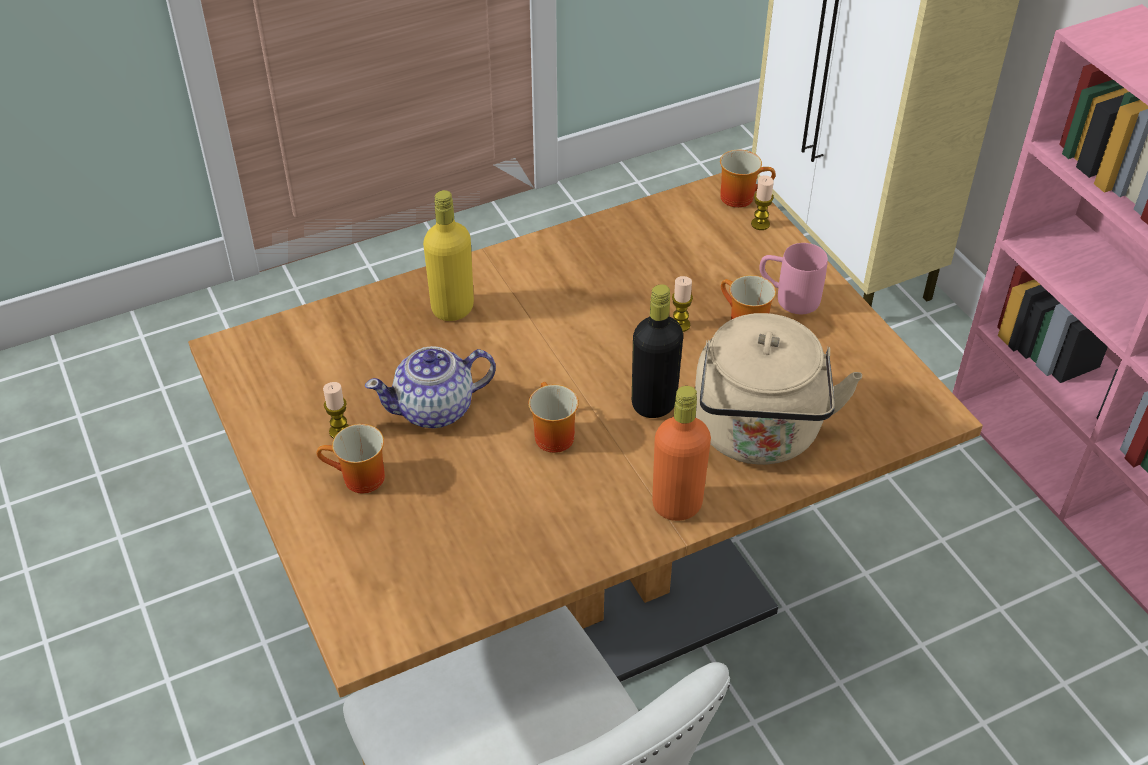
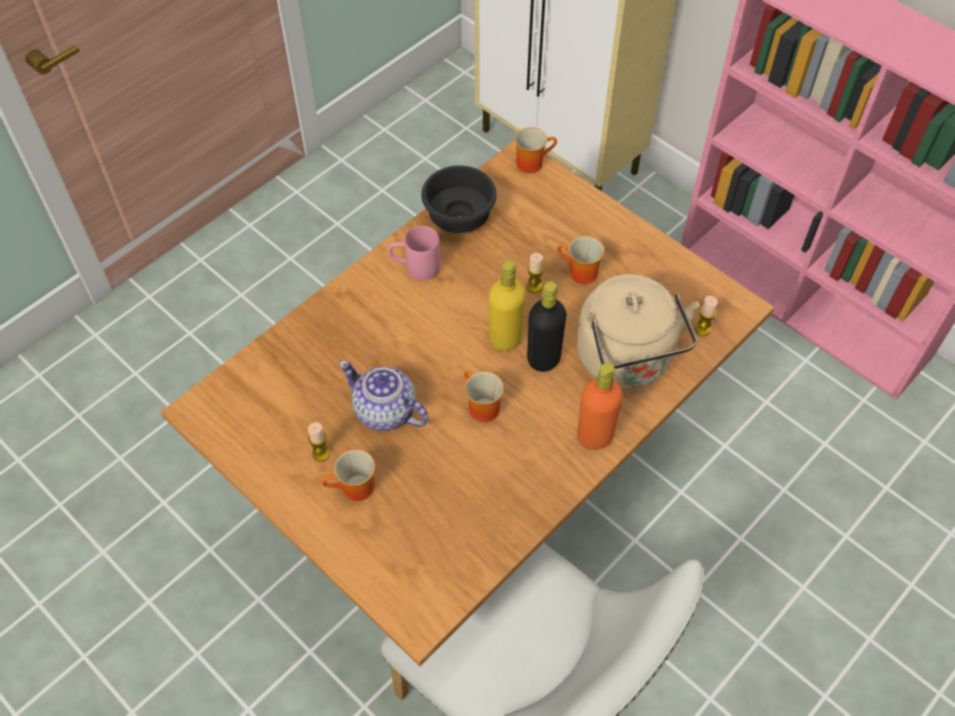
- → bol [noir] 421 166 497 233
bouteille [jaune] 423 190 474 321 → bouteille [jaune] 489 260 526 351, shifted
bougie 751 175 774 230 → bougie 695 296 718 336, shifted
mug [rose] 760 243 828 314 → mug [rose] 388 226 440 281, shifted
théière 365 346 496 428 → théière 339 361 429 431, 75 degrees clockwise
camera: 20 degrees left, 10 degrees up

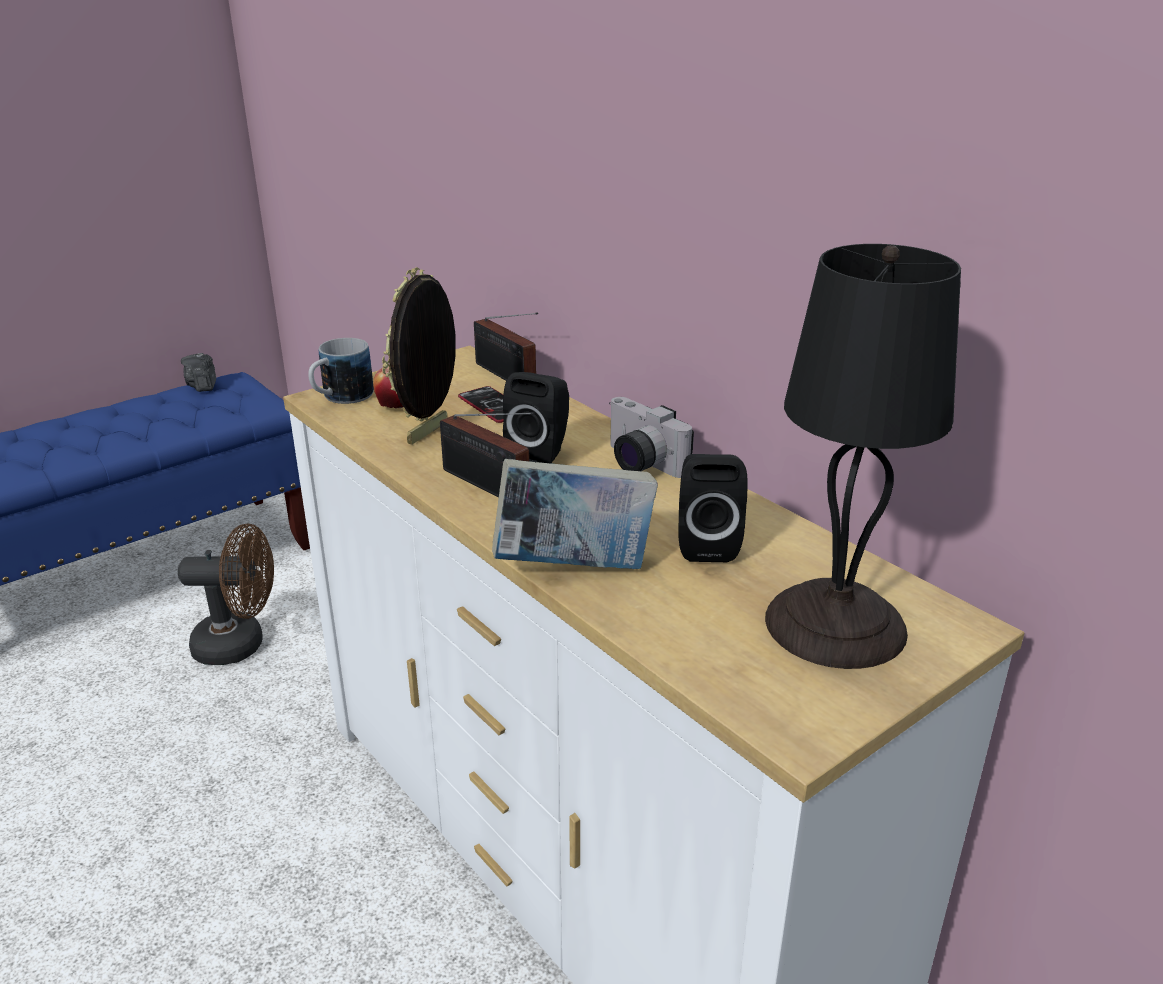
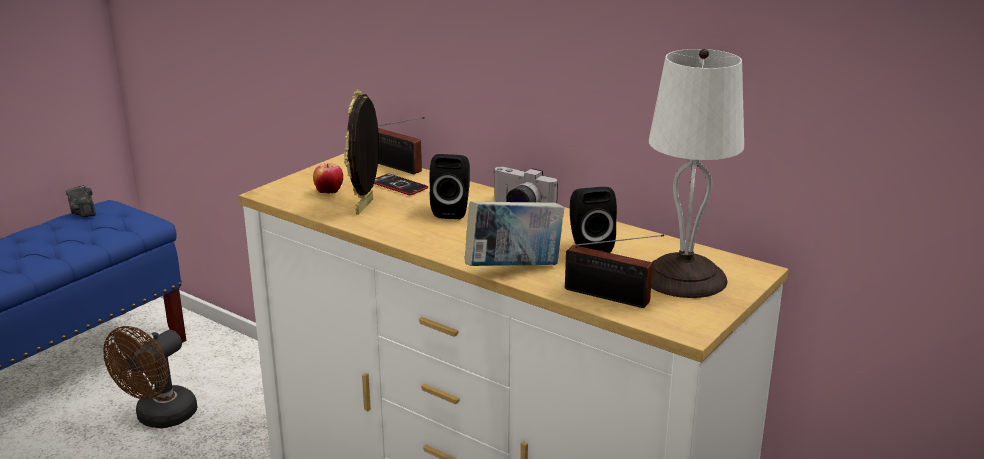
mug 308 338 374 404 → -
radio 440 412 535 497 → radio 565 235 664 308, shifted
lampe de table [noir] 765 244 961 669 → lampe de table [blanc] 649 49 744 298
ventilateur [marron] 178 524 274 665 → ventilateur [marron] 103 326 198 428, 135 degrees clockwise
camera: 15 degrees left, 5 degrees down

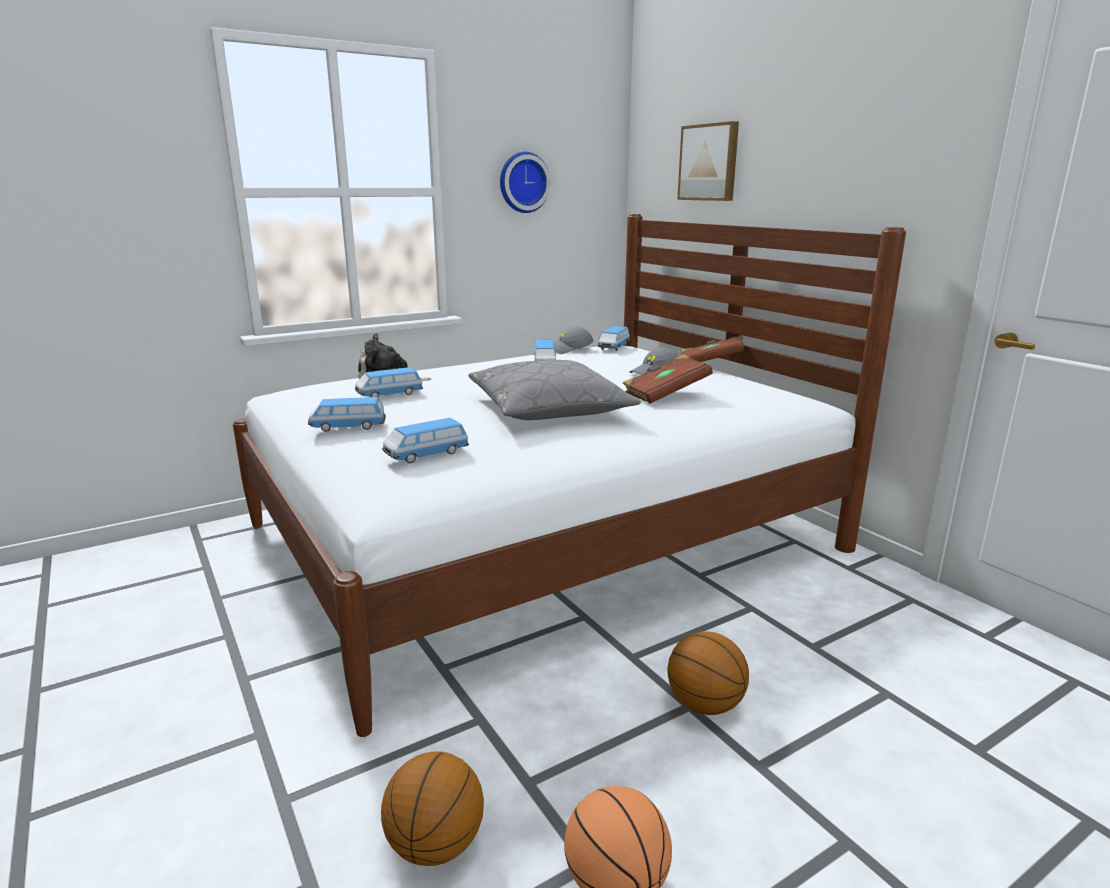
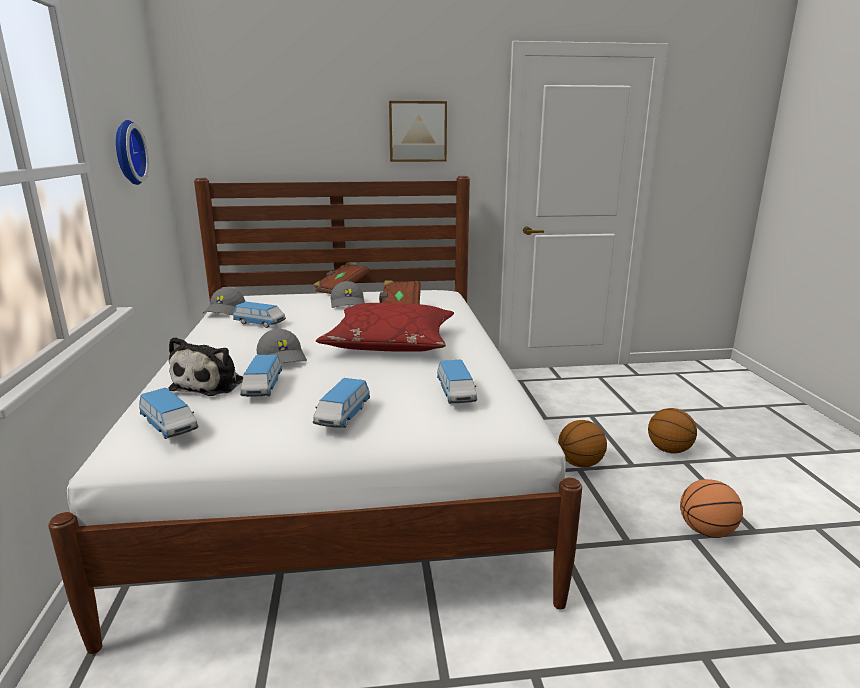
- → casquette [gris] 256 329 307 364
ballon de basket 381 751 484 866 → ballon de basket 648 408 697 454, shifted
petite voiture 598 326 630 351 → petite voiture 139 388 199 439, shifted
tableau 677 121 739 201 → tableau 389 101 447 162, shifted
coussin [gris] 468 360 641 420 → coussin [rouge] 316 303 454 352
camera: 65 degrees left, 0 degrees up

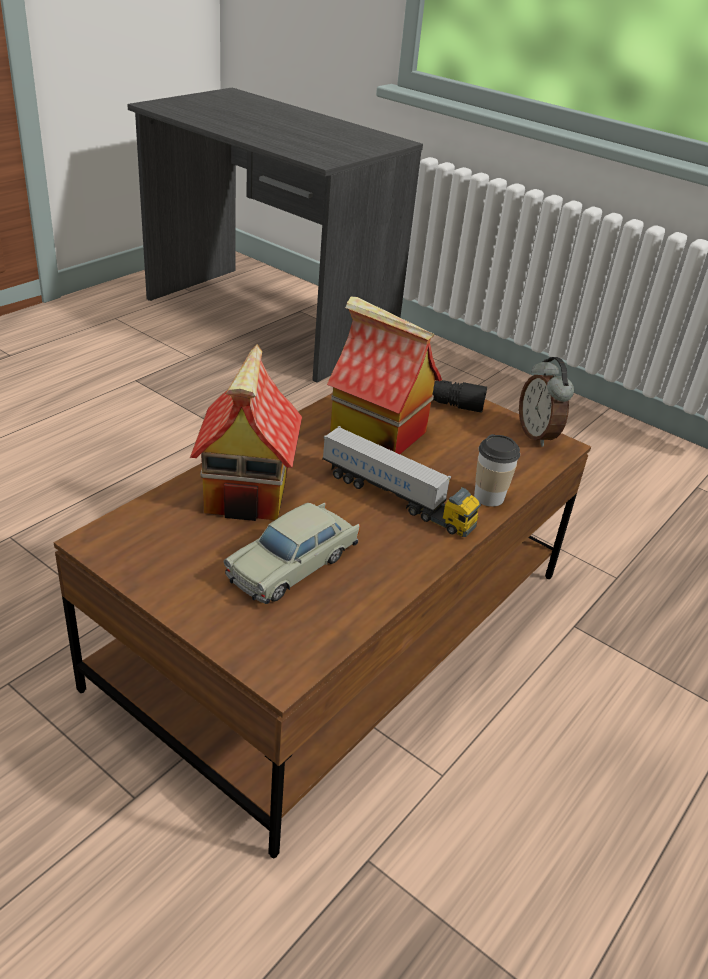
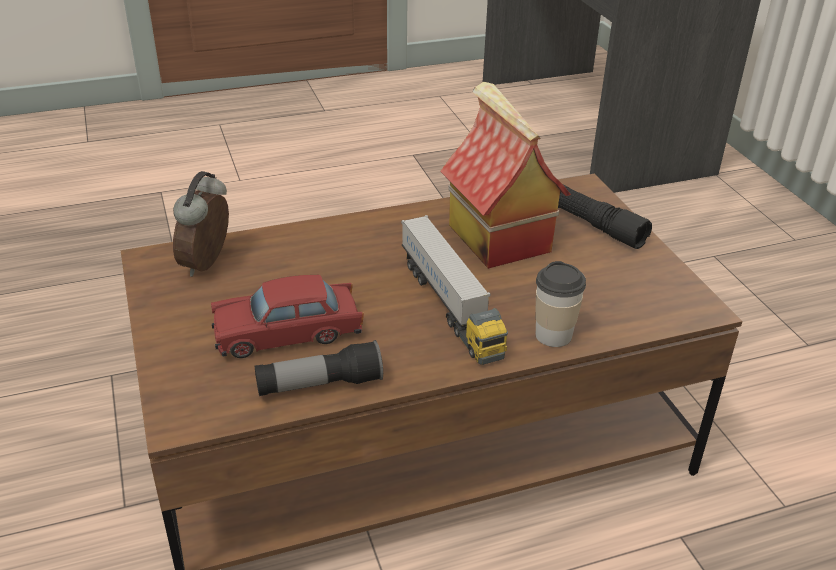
maison miniature 190 344 302 521 → -
- → lampe de poche 255 340 383 396
réveil 519 357 574 447 → réveil 173 171 229 277, shifted
petite voiture [beige] 224 503 360 604 → petite voiture [rouge] 211 275 364 358
camera: 35 degrees right, 0 degrees up

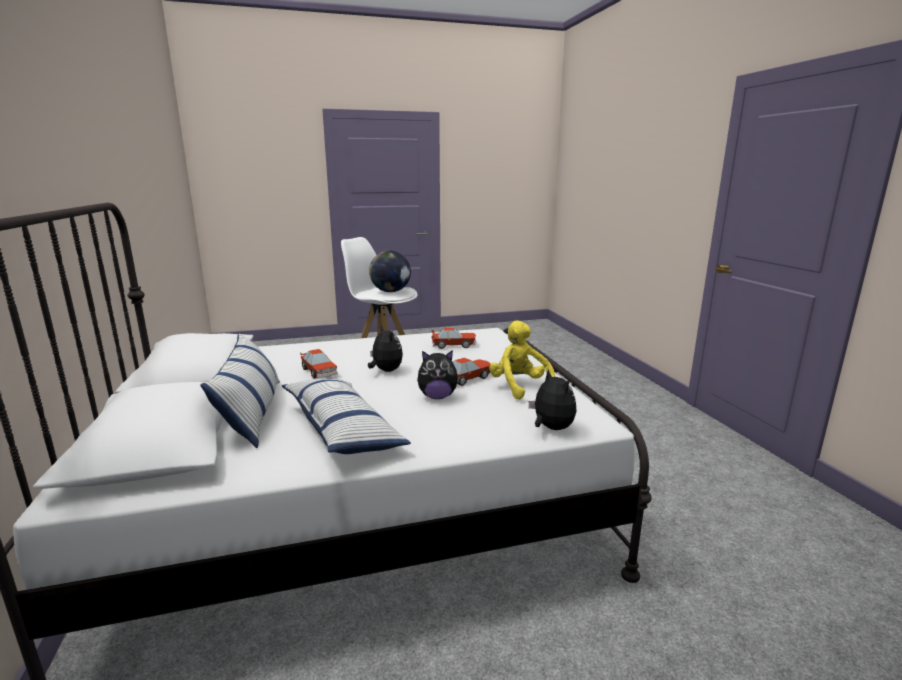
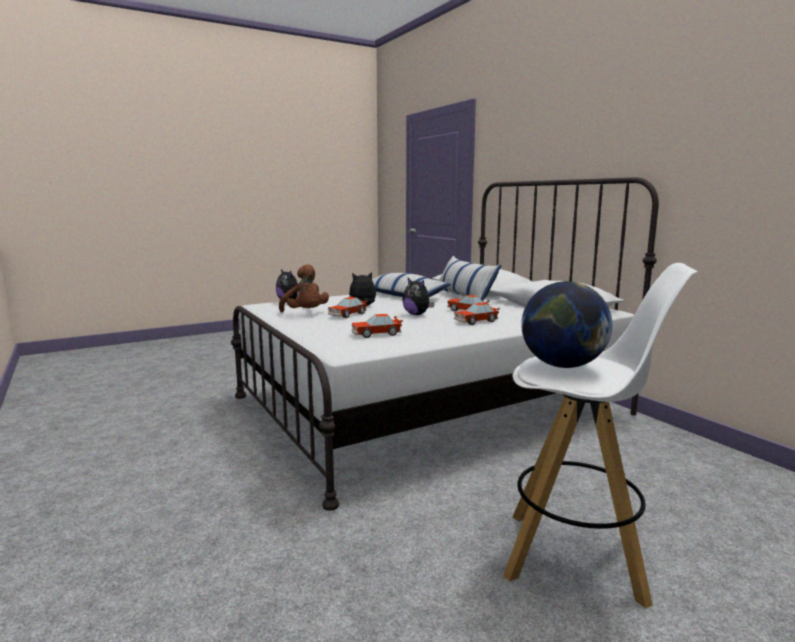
- → petite voiture 454 303 500 325
peluche [jaune] 489 320 556 400 → peluche [marron] 279 264 329 312
camera: 165 degrees right, 5 degrees down

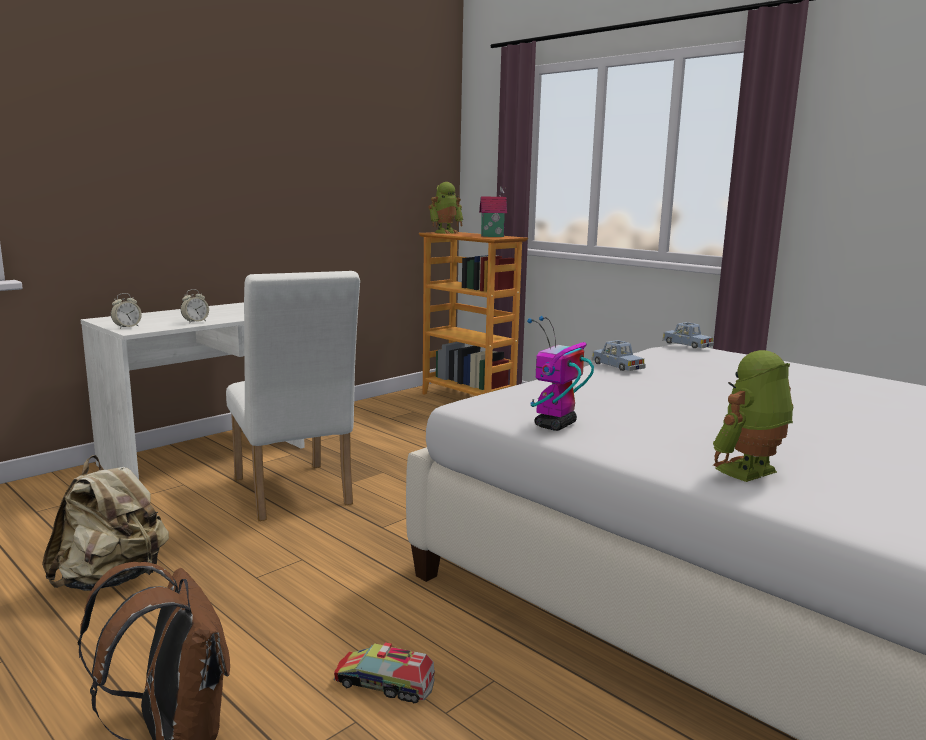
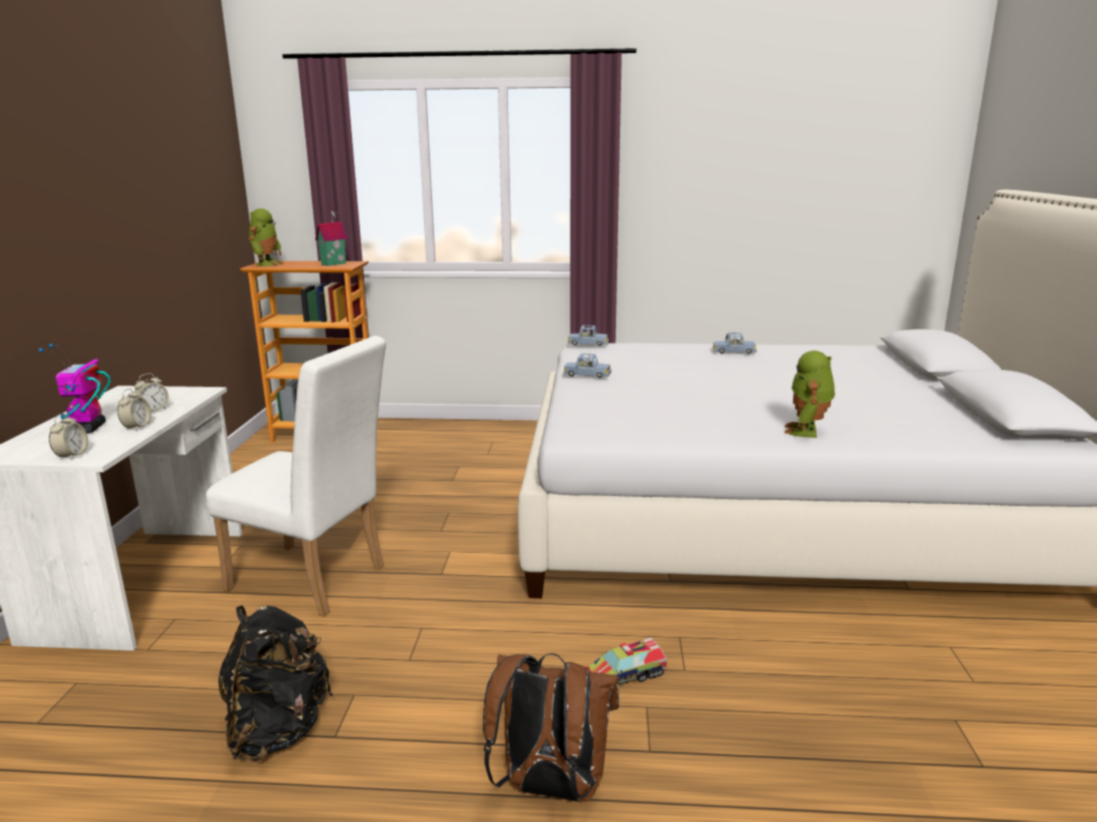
- → réveil 134 373 169 411
- → petite voiture [bleu] 713 332 757 354
robot jouet 527 316 594 431 → robot jouet 39 344 111 433, shifted
sac à dos [beige] 42 455 169 591 → sac à dos [noir] 218 605 332 762
camera: 40 degrees left, 5 degrees up

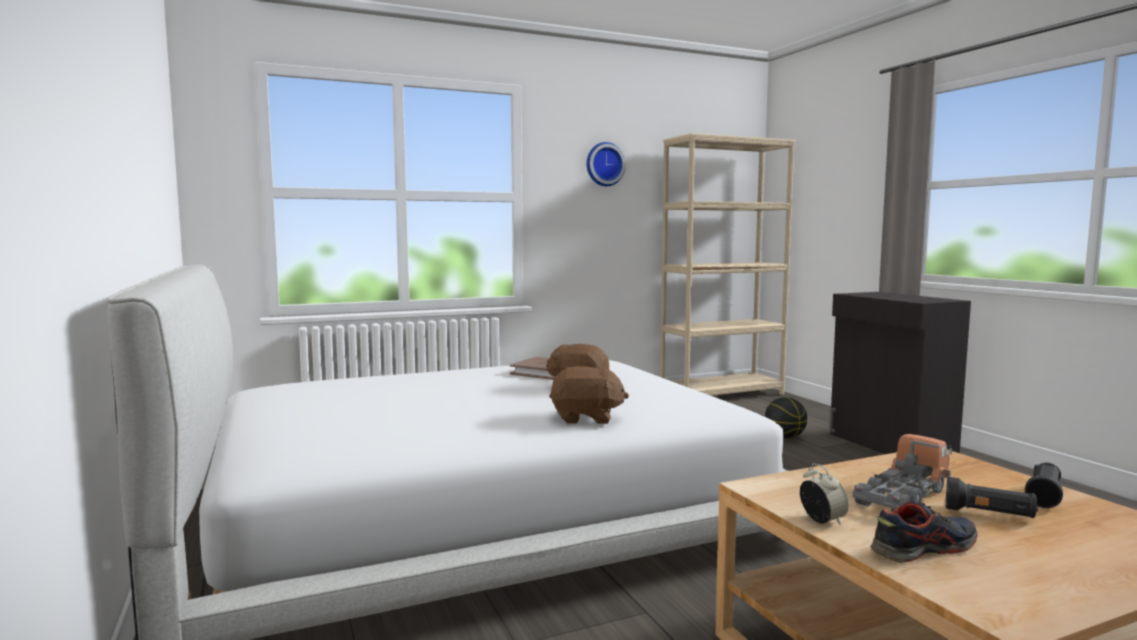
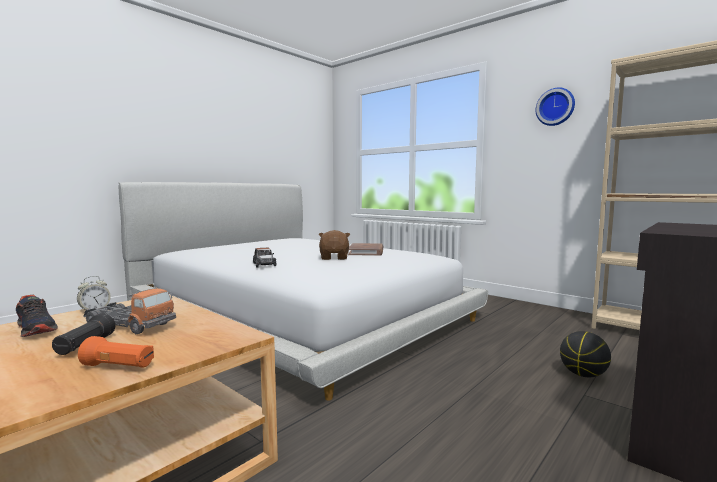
peluche [marron] 549 366 629 424 → petite voiture 253 248 276 268
lampe de poche [noir] 1025 462 1063 508 → lampe de poche [orange] 78 336 154 368
camera: 65 degrees right, 0 degrees up

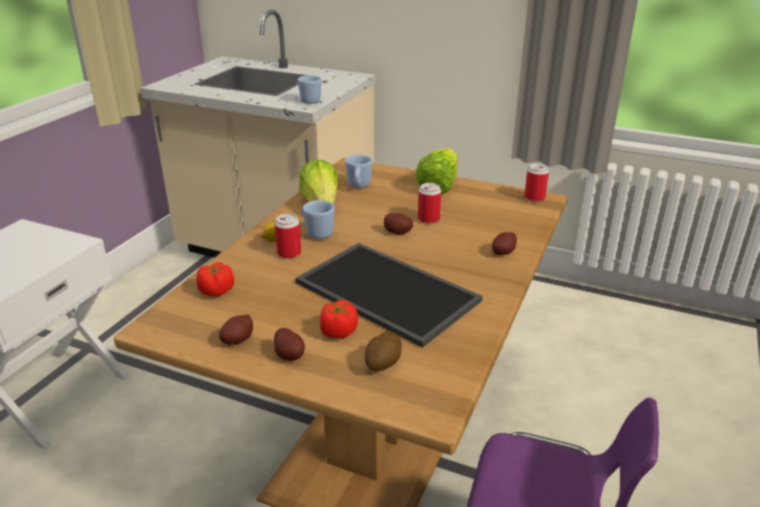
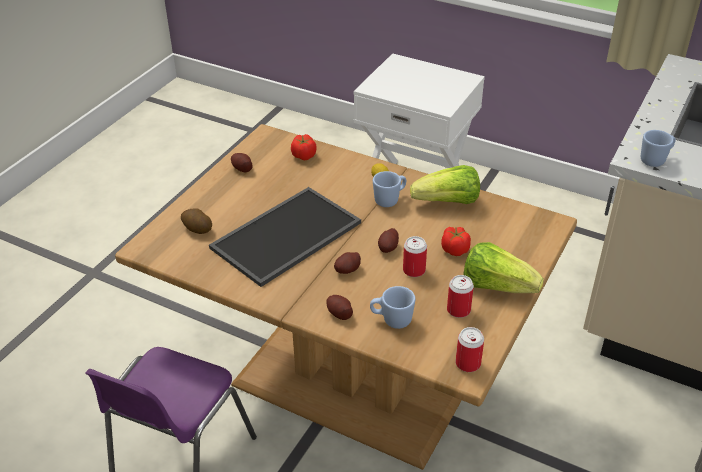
boîte métallique 274 214 301 259 → boîte métallique 447 275 474 318, shifted
pomme de terre 274 328 305 361 → pomme de terre 334 252 361 274, shifted
tomate 320 300 358 339 → tomate 441 227 471 256, shifted
mug [bleu] 345 155 373 188 → mug [bleu] 370 286 415 329, shifted
camera: 95 degrees right, 10 degrees up

